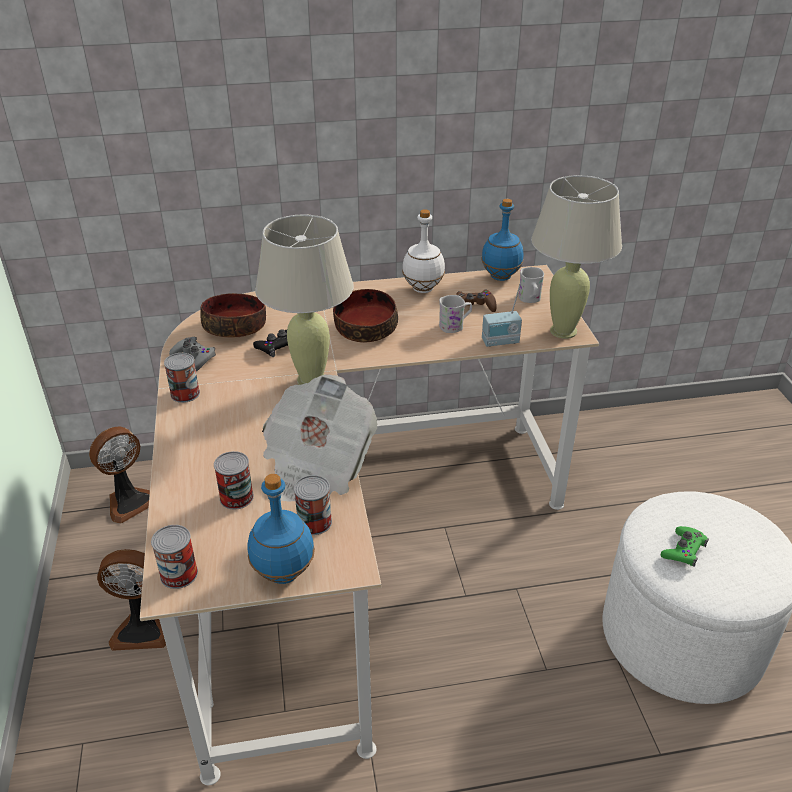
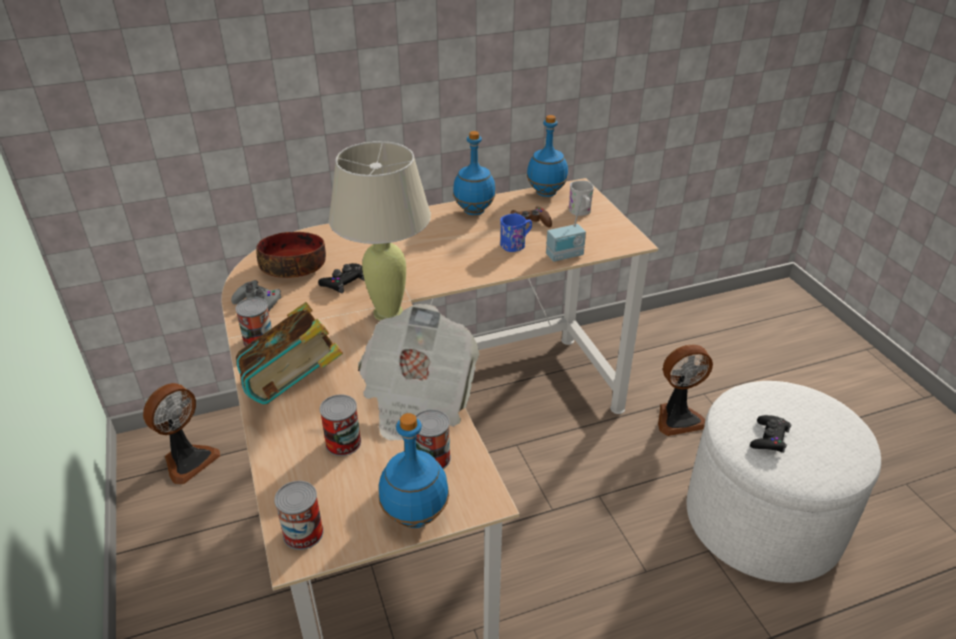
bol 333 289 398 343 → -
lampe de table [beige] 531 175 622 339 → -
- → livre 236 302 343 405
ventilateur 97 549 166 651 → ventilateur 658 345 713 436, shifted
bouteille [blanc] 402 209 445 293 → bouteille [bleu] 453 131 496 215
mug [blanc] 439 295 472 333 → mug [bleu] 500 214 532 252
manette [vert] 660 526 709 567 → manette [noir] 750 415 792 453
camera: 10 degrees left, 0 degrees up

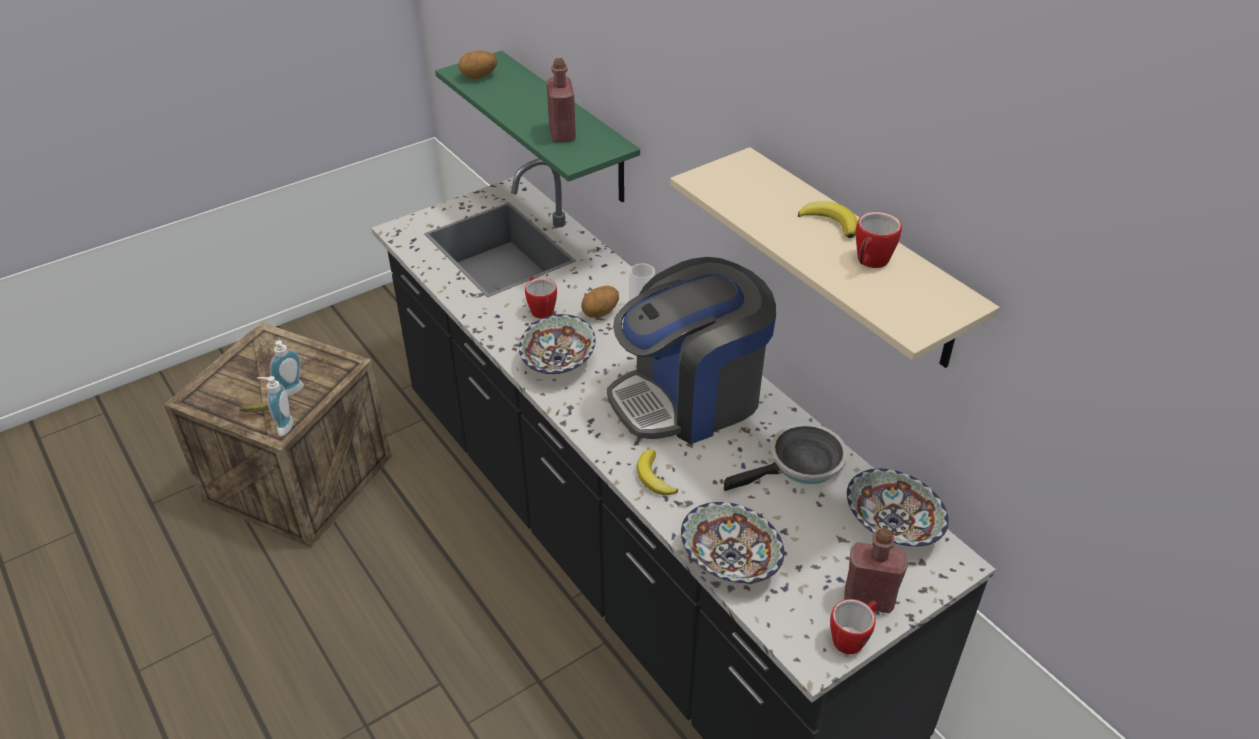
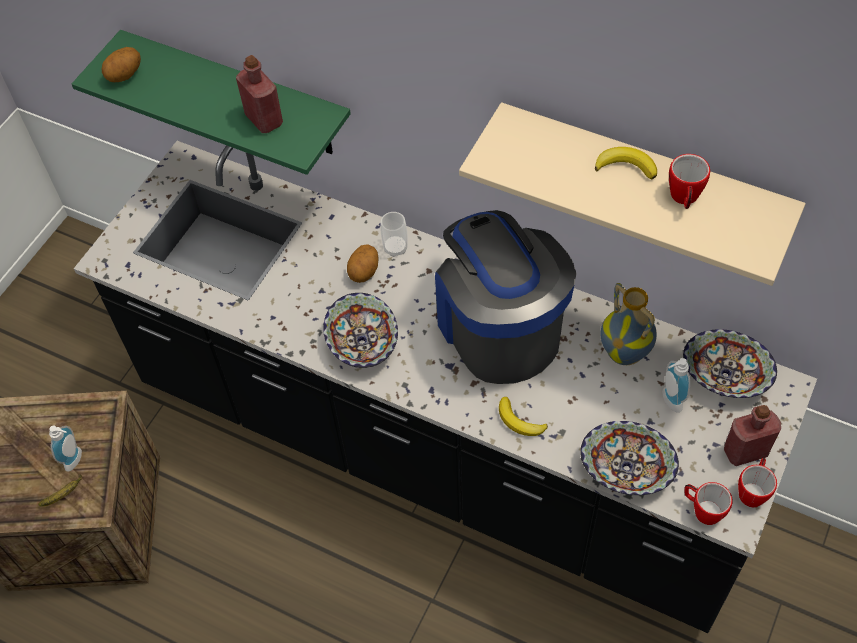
distributeur de savon 257 376 293 436 → distributeur de savon 662 358 690 413, shifted
mug 525 276 557 319 → mug 684 482 732 525, shifted
poêle 724 423 847 491 → vase 600 283 657 365
machine à café 607 257 776 444 → machine à café 435 210 577 384, 120 degrees clockwise
camera: 25 degrees left, 15 degrees up

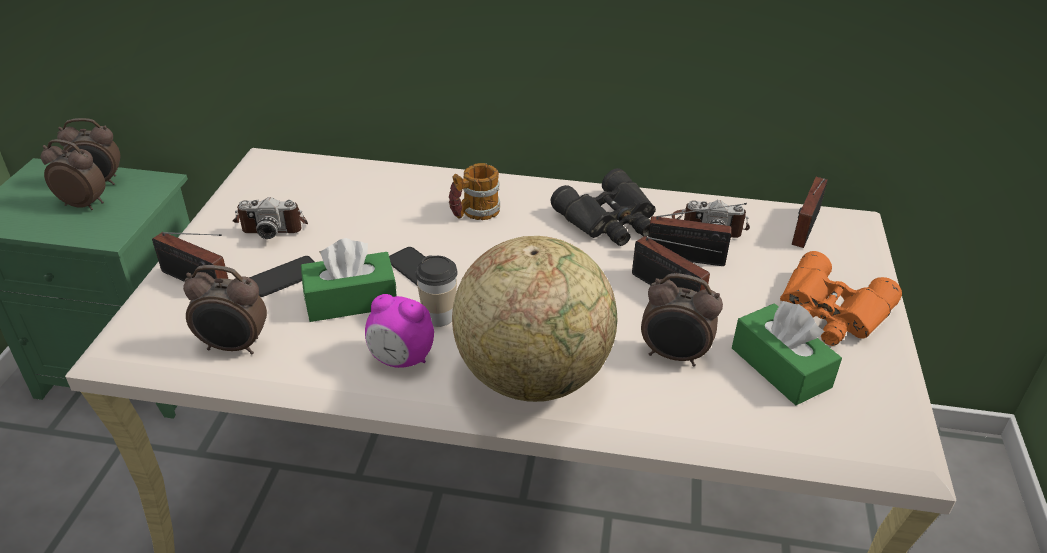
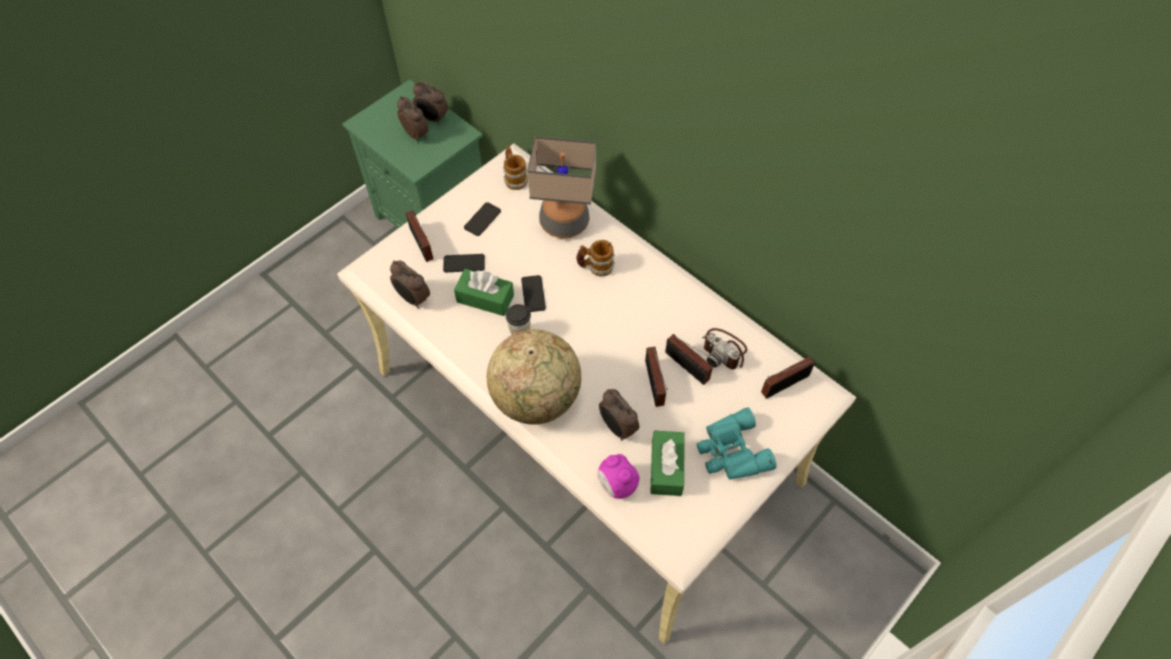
jumelles [noir] 551 168 656 246 → -
- → mug 503 145 528 190
- → lampe de table 527 136 597 238
réveil 365 294 434 368 → réveil 597 454 639 499, shifted
appareil photo 233 197 308 239 → téléphone 464 202 501 236
jumelles [orange] 780 251 902 346 → jumelles [turquoise] 697 408 776 480
camera: 35 degrees right, 20 degrees up

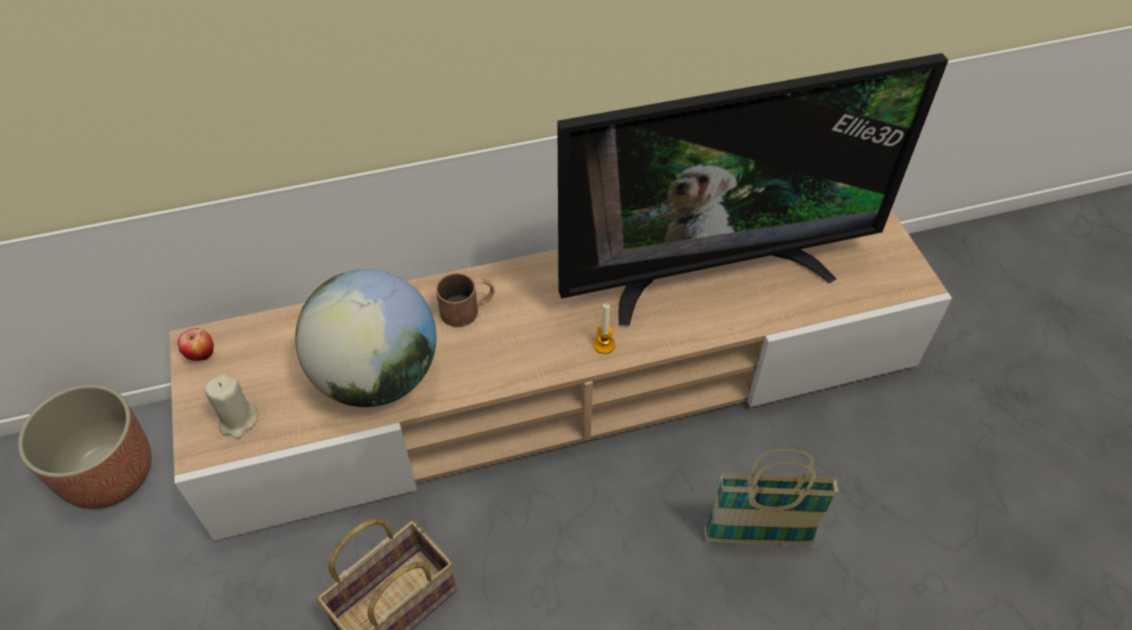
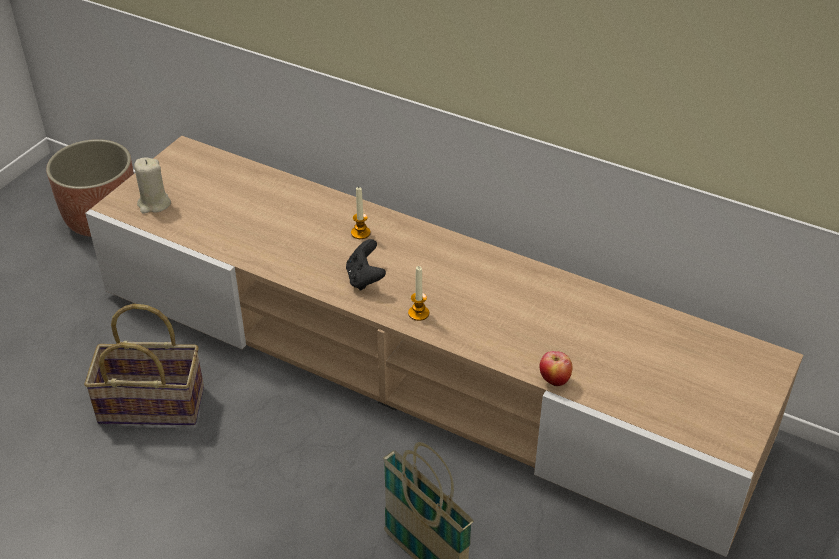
globe 295 269 436 407 → -
téléviseur 557 53 948 326 → -
- → manette [noir] 346 239 386 291
pomme 178 328 214 361 → pomme 540 351 573 387, shifted
mug [marron] 436 273 494 327 → bougie 351 187 371 239
camera: 45 degrees right, 10 degrees down

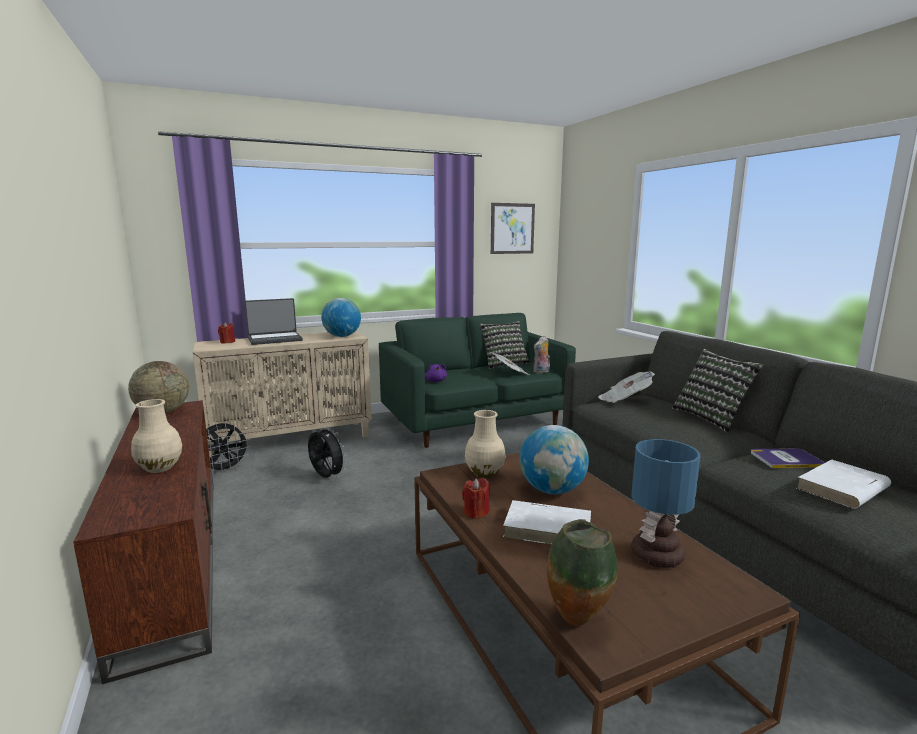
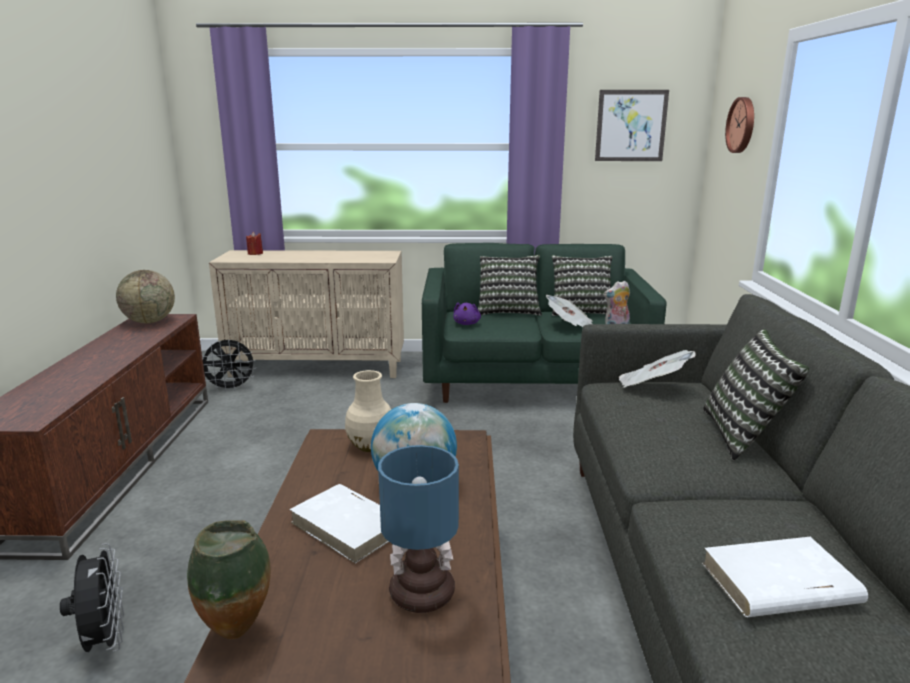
vase [beige] 131 399 182 473 → -
ordinateur portable 245 298 303 345 → -
globe 321 298 361 337 → -
bougie [rouge] 462 478 490 519 → -
livre 751 448 825 468 → -
- → coussin 478 255 542 316
- → horloge murale 725 97 754 153
ventilateur [noir] 308 426 347 478 → ventilateur [noir] 60 543 124 652, shifted
camera: 25 degrees right, 5 degrees up

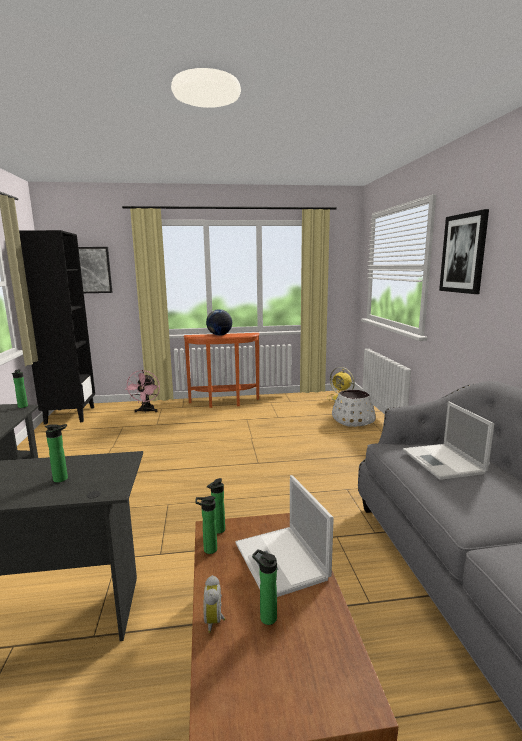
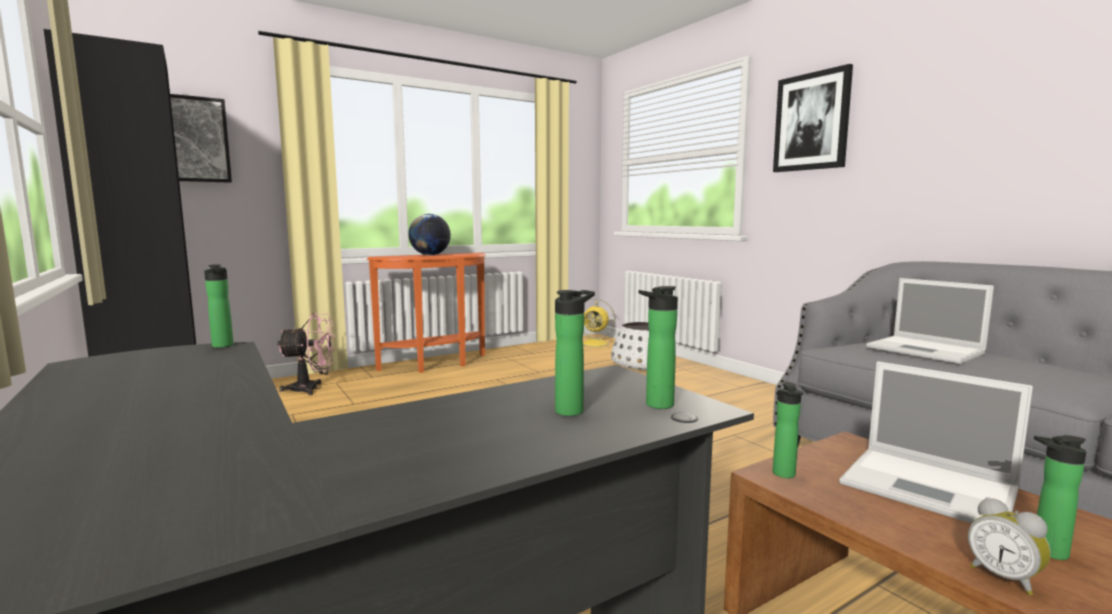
bouteille 196 496 217 554 → bouteille 638 286 678 409, shifted
ventilateur [rose] 125 370 160 413 → ventilateur [rose] 277 313 335 395, 75 degrees counterclockwise
camera: 25 degrees left, 5 degrees down

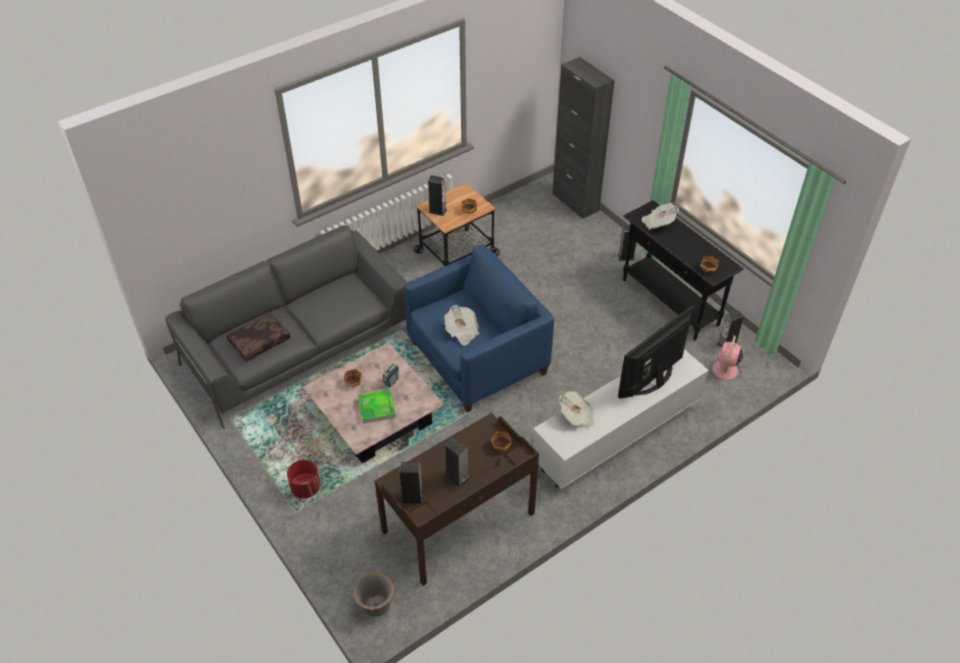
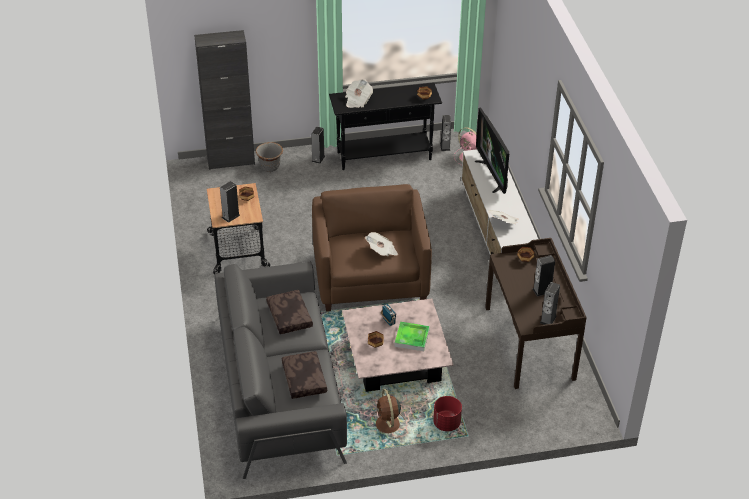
- → coussin [marron] 266 290 313 334
- → ventilateur [marron] 371 389 404 439
cache-pot [gris] 354 572 394 617 → cache-pot [gris] 256 142 283 172, shifted
fauteuil [bleu] 404 245 554 412 → fauteuil [marron] 312 184 432 312
camera: 65 degrees left, 5 degrees down

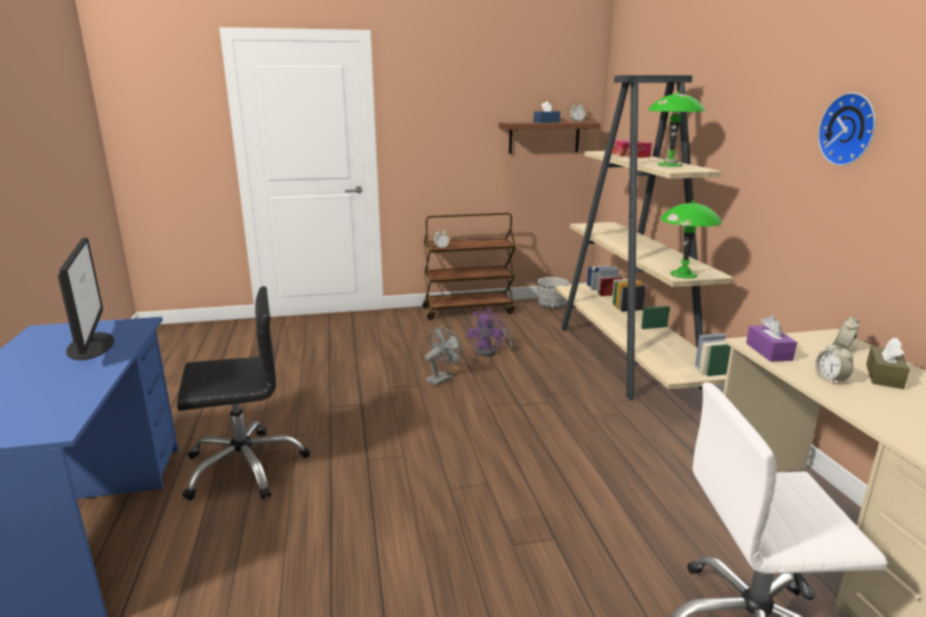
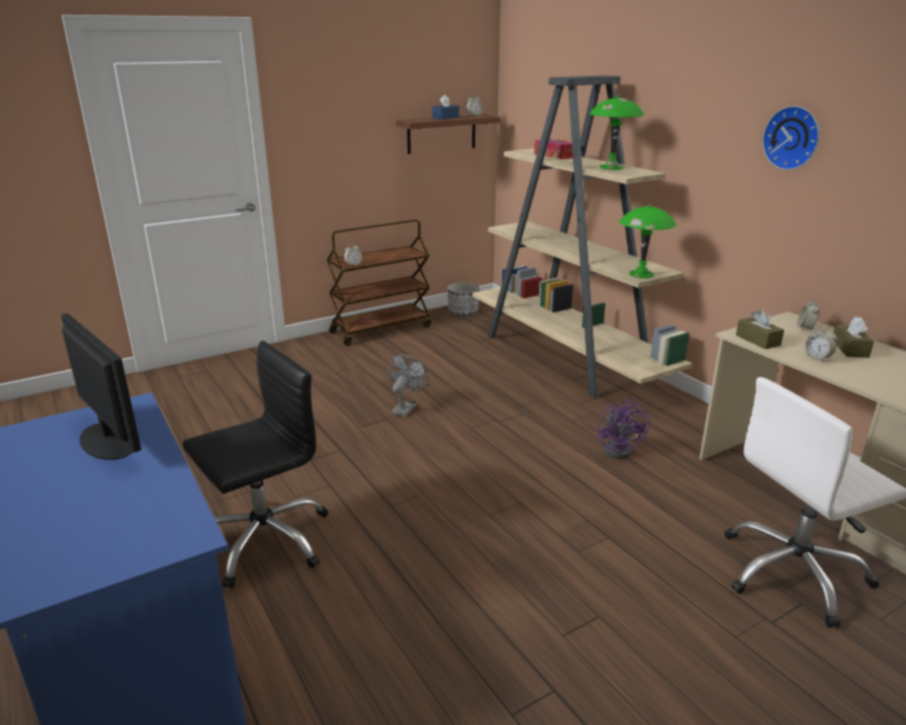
ventilateur [violet] 465 309 512 356 → ventilateur [violet] 597 398 649 459, shifted
boîte à mouchoirs [violet] 746 315 797 362 → boîte à mouchoirs [marron] 736 309 784 349
camera: 20 degrees left, 5 degrees up

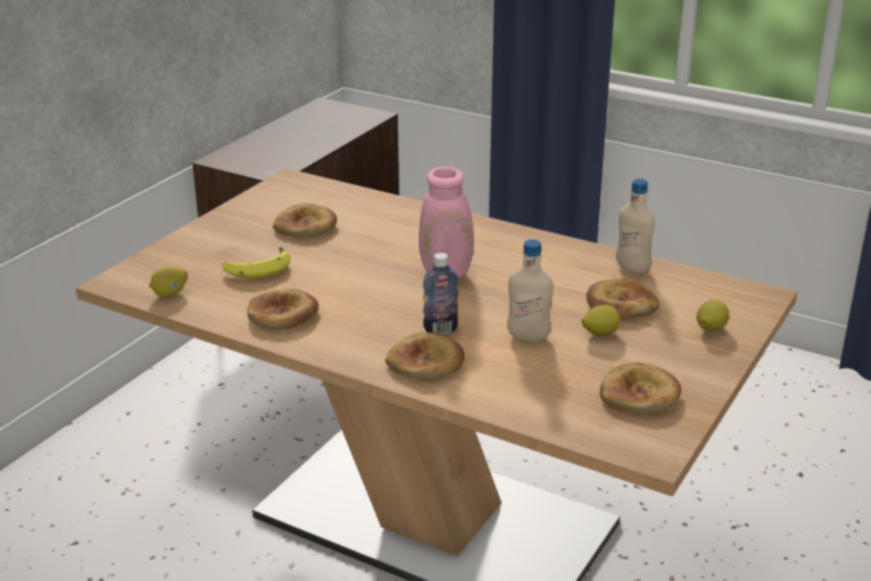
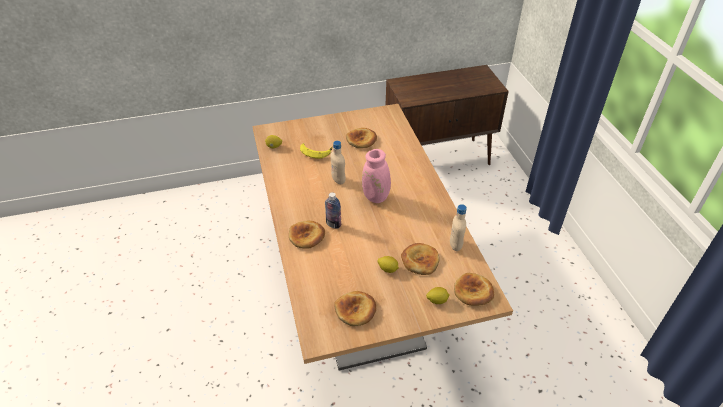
pain 247 288 319 330 → pain 454 273 494 306, shifted
bouteille [beige] 507 239 553 341 → bouteille [beige] 331 141 346 184, shifted
camera: 45 degrees right, 15 degrees up

